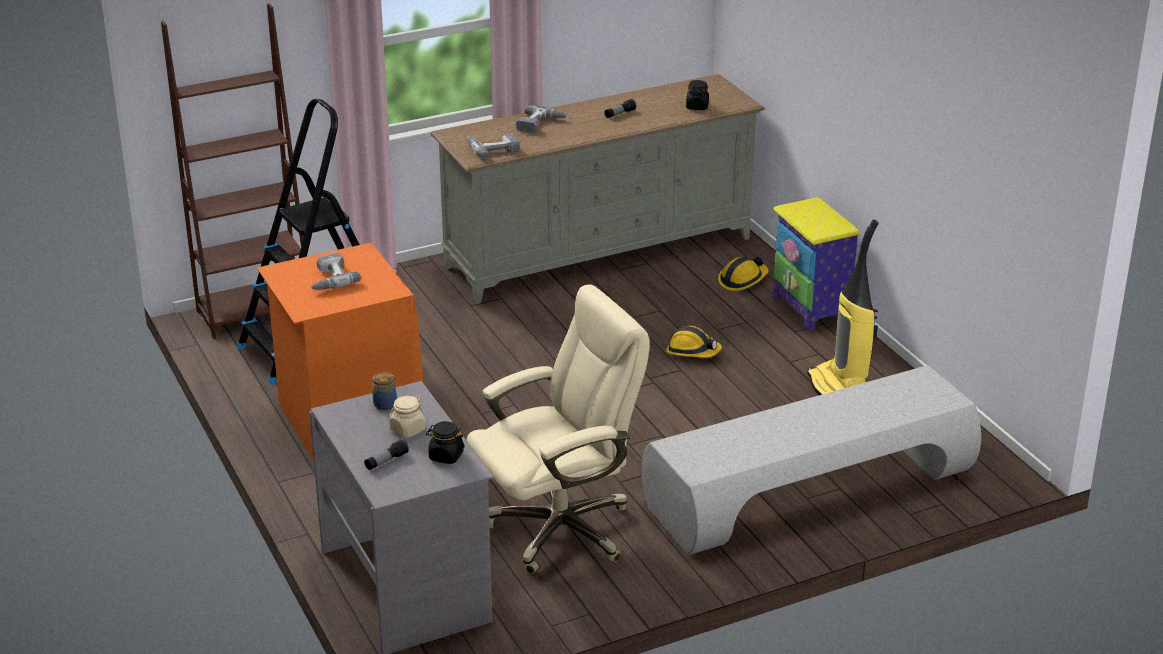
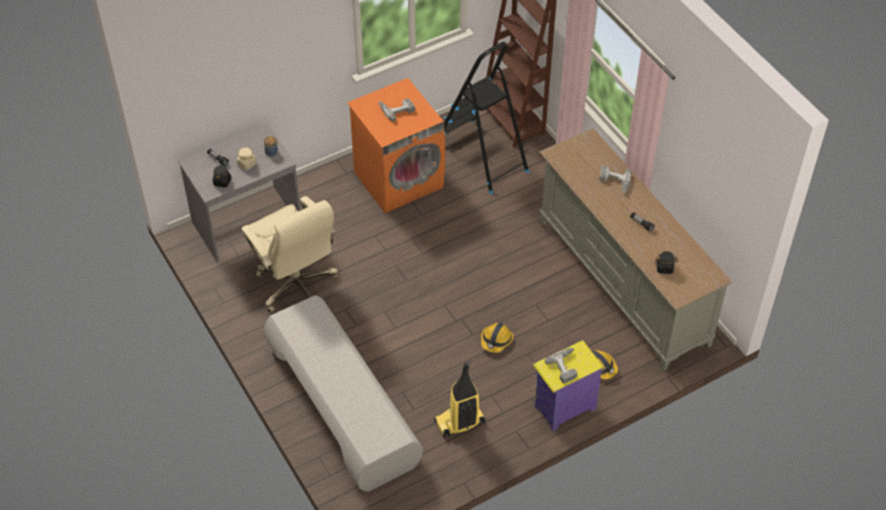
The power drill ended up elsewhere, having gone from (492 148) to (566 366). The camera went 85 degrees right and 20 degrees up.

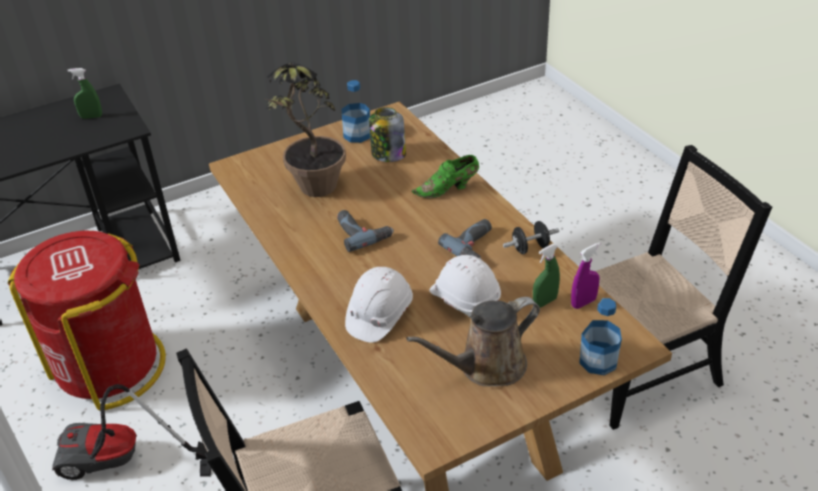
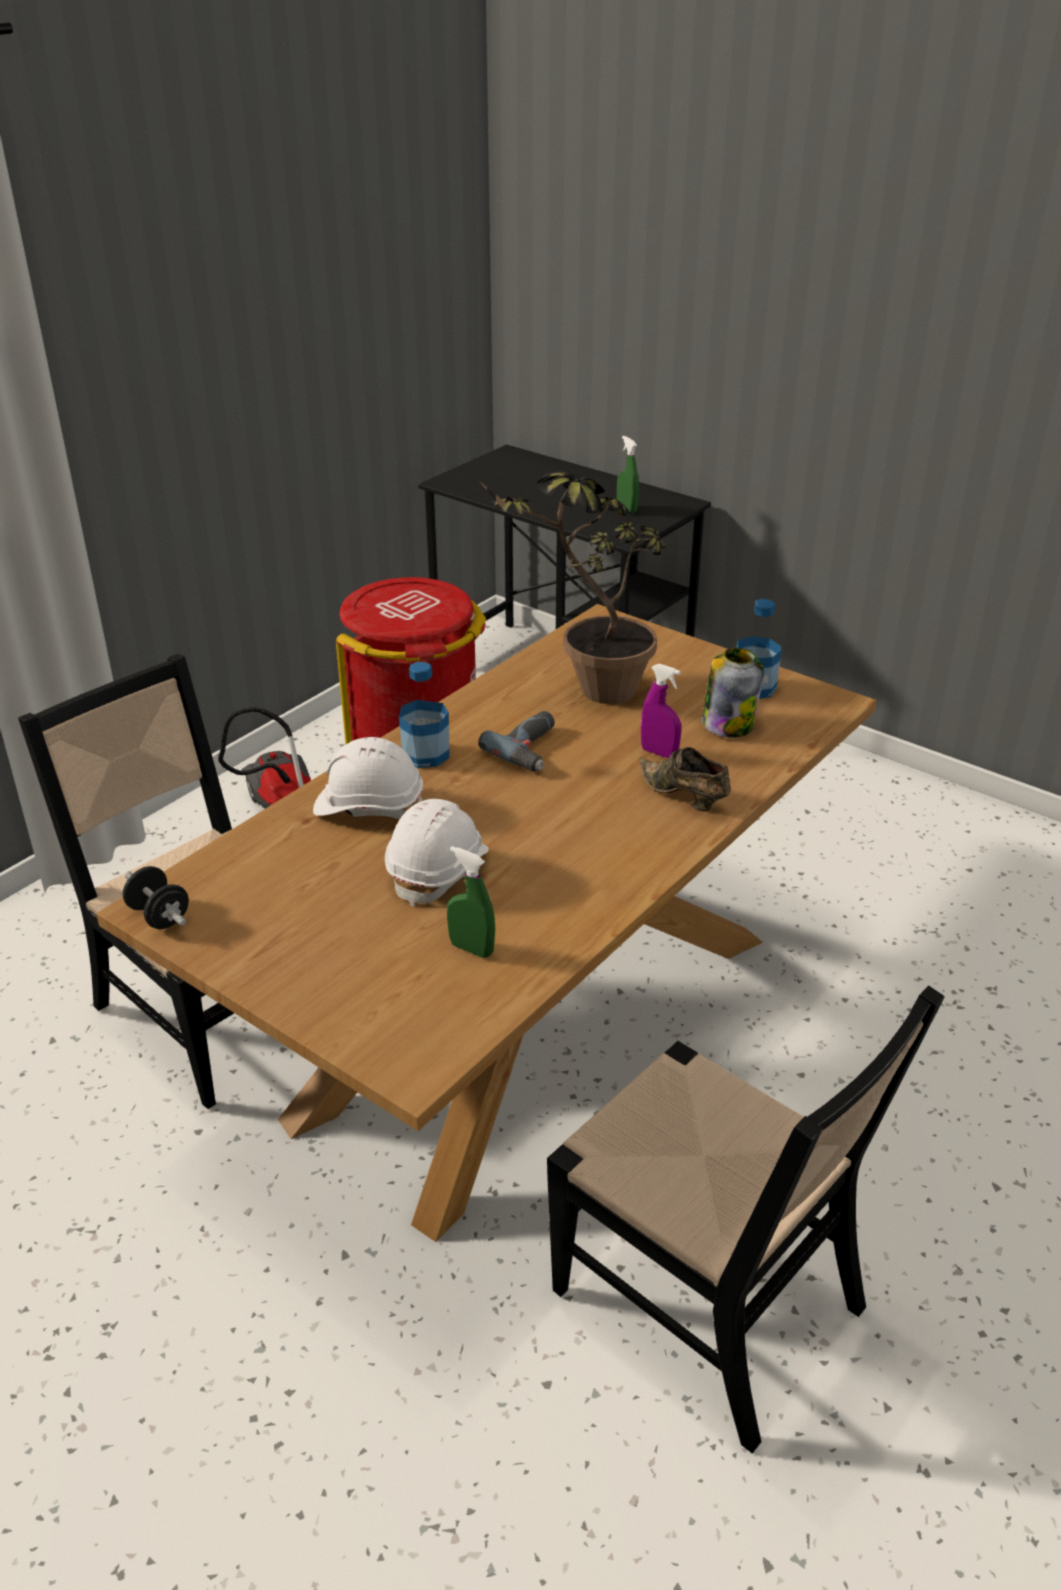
What was the greenish shoe at (448 189) turned into the brown-coloured shoe at (683 797). The second view lost the power drill at (475 247). The blackish free weight ended up elsewhere, having gone from (530 248) to (159 916). The purple sprayer ended up elsewhere, having gone from (583 303) to (659 753). The second view lost the brown-coloured sprinkling can at (486 366). The beverage bottle ended up elsewhere, having gone from (598 360) to (425 754). The camera went 65 degrees right and 5 degrees down.

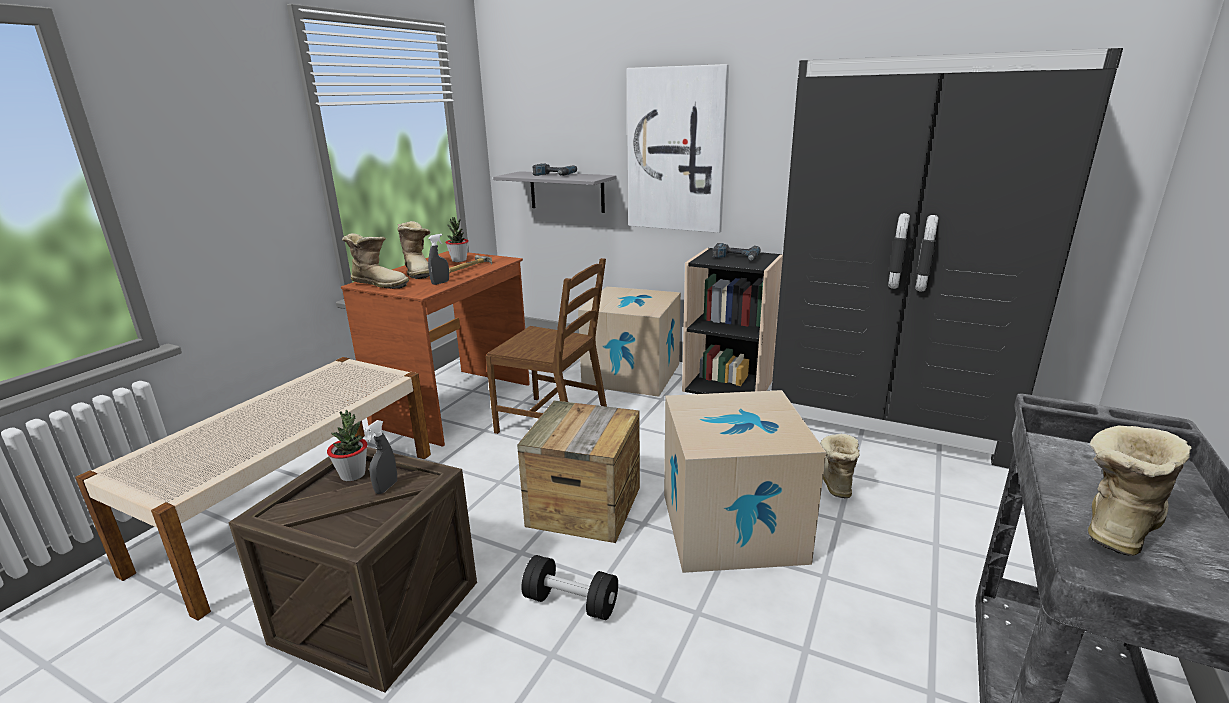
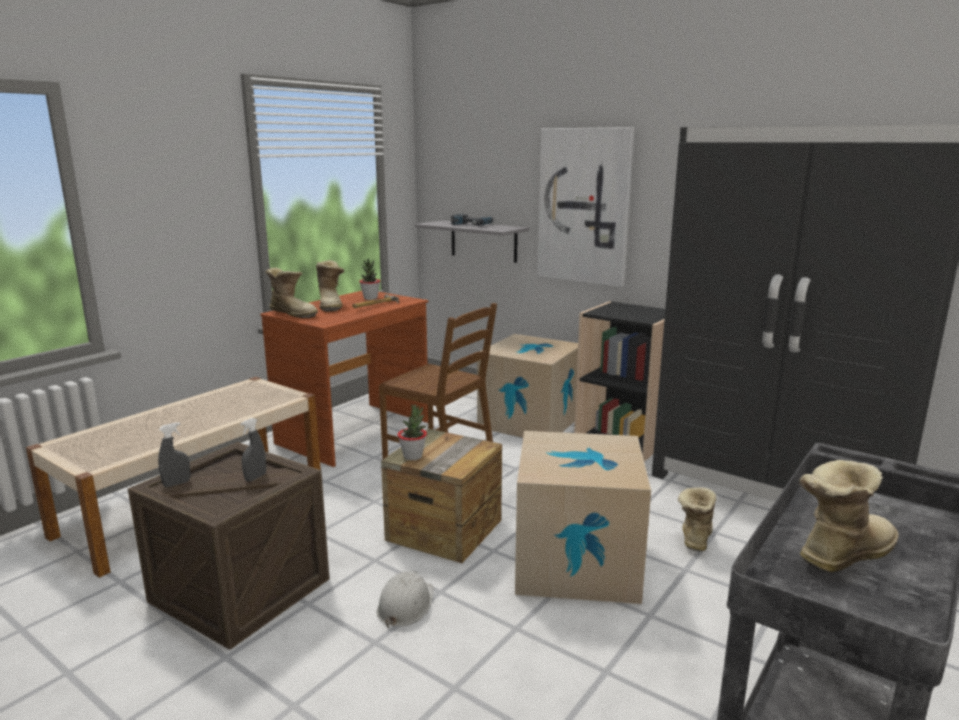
The gray sprayer ended up elsewhere, having gone from (440 283) to (177 483). The second view lost the power drill at (735 258). The potted plant ended up elsewhere, having gone from (353 475) to (413 456). Where the blackish free weight stood at (571 602), the whitish work helmet came to stand at (405 605). The camera went 10 degrees right and 5 degrees down.

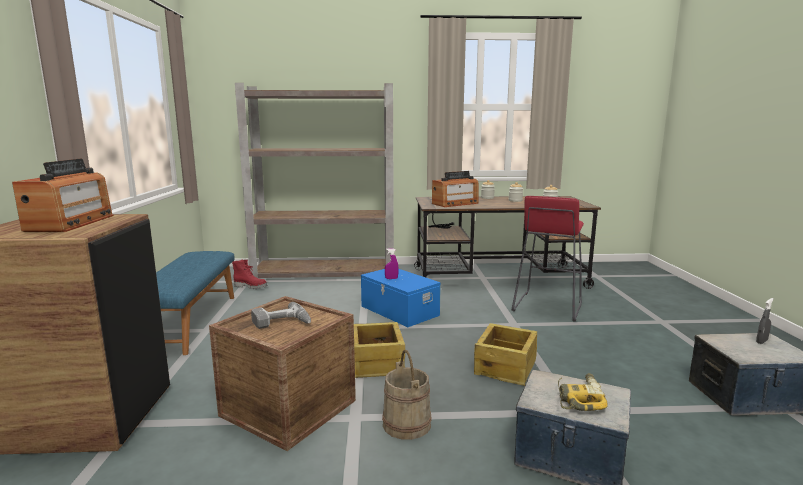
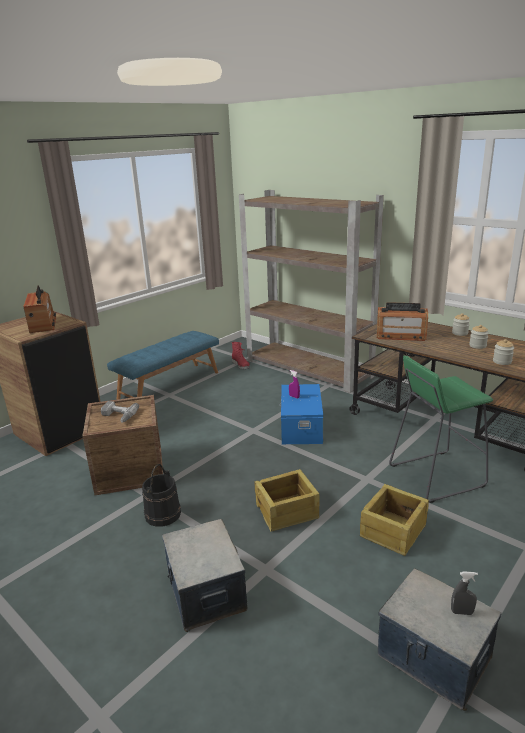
The radio set at (71 223) ended up facing another way, 60 degrees counterclockwise from before. What was the reddish sitting stool at (547 306) turned into the greenish sitting stool at (435 475). The shipping crate ended up elsewhere, having gone from (376 363) to (392 530). What was the beige-coloured bucket at (406 424) turned into the blackish bucket at (162 514). The second view lost the power drill at (578 398). The camera went 45 degrees right and 10 degrees up.

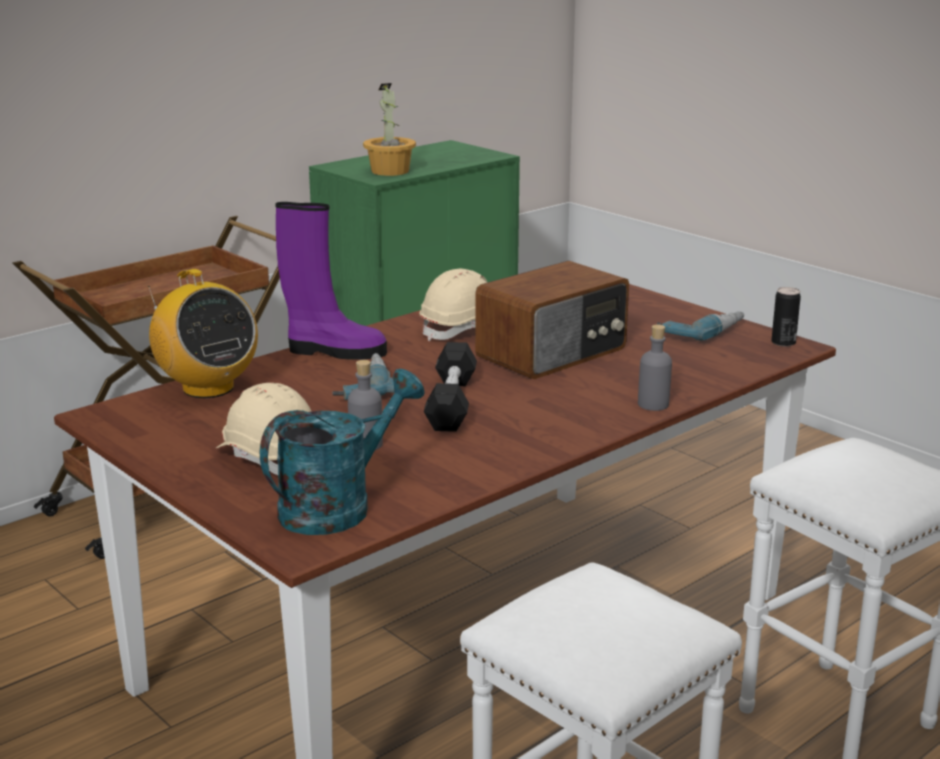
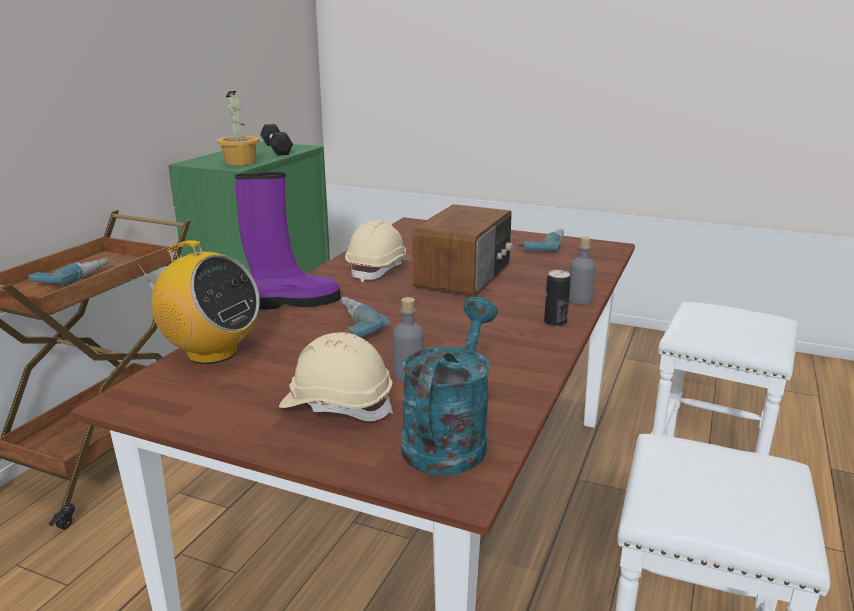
The metal can ended up elsewhere, having gone from (783 342) to (555 322). The blackish free weight ended up elsewhere, having gone from (451 402) to (276 149). The second view gained the power drill at (71 277). The camera went 25 degrees left and 0 degrees up.

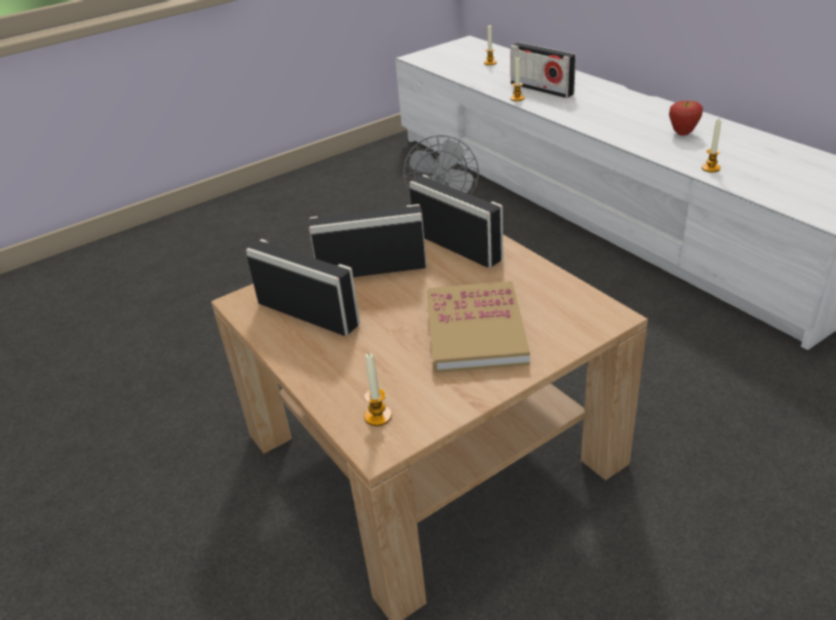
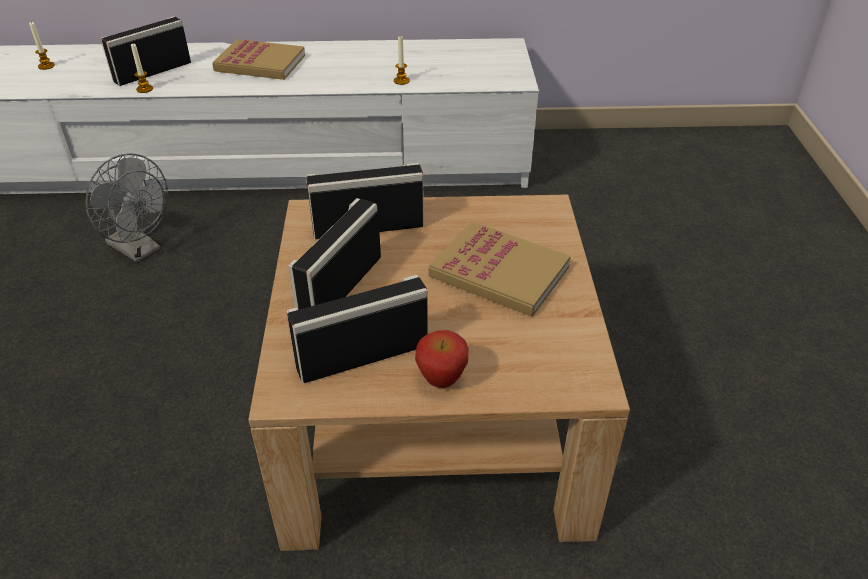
The radio set at (541 89) ended up facing another way, 150 degrees clockwise from before. The apple fruit ended up elsewhere, having gone from (682 133) to (441 380). The second view lost the candle at (378 416). The second view gained the book at (260 63). The camera went 60 degrees left and 5 degrees up.

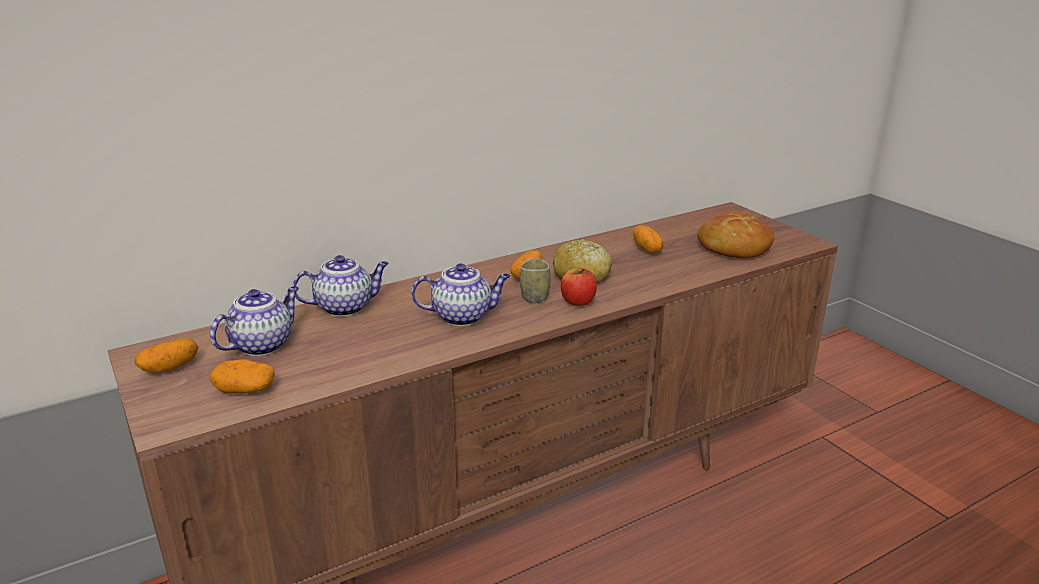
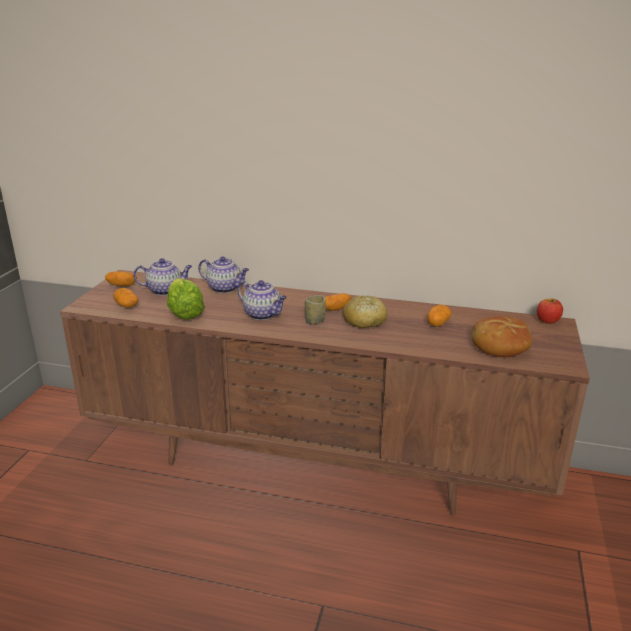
The apple fruit ended up elsewhere, having gone from (578 301) to (547 320). The second view gained the lettuce head at (185 313). The camera went 45 degrees right and 0 degrees up.

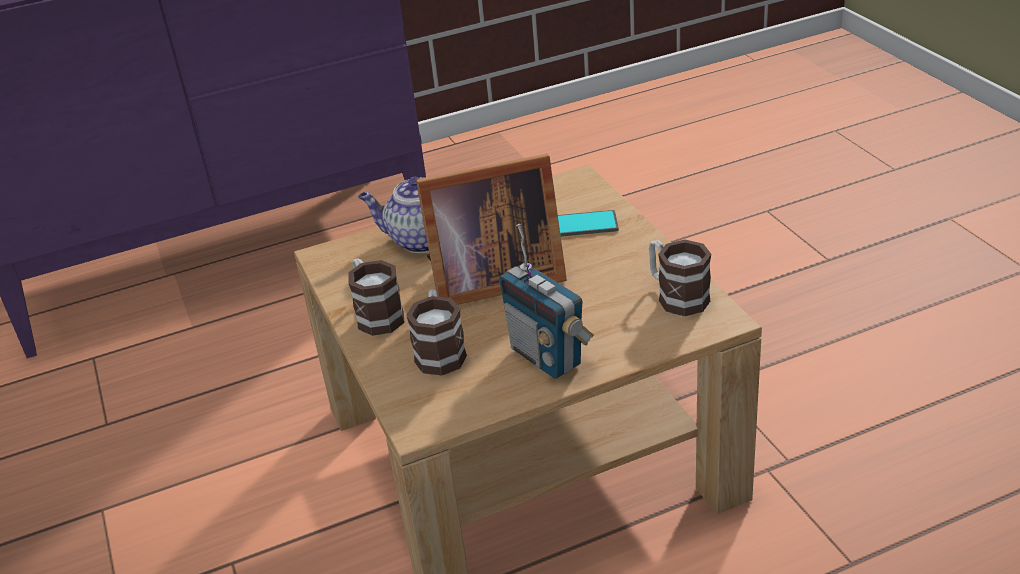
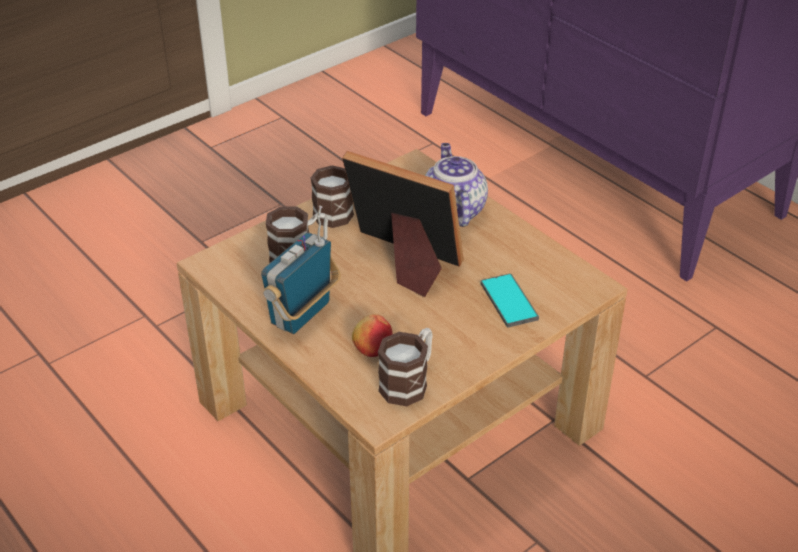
The picture frame at (490 280) ended up facing another way, 150 degrees clockwise from before. The second view gained the apple fruit at (372 348). The camera went 70 degrees right and 5 degrees up.

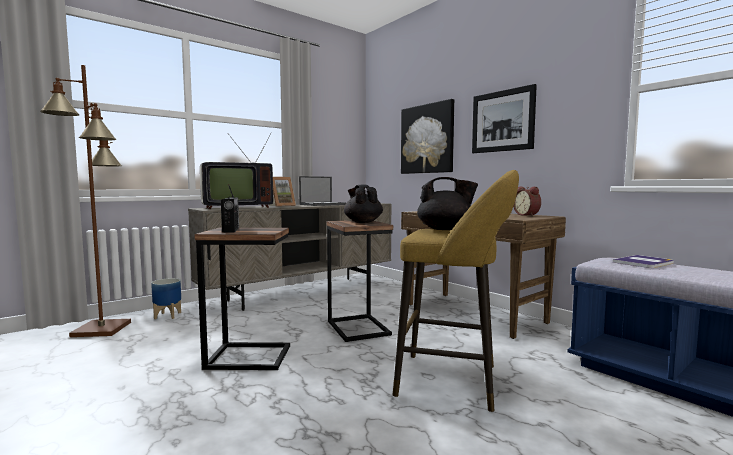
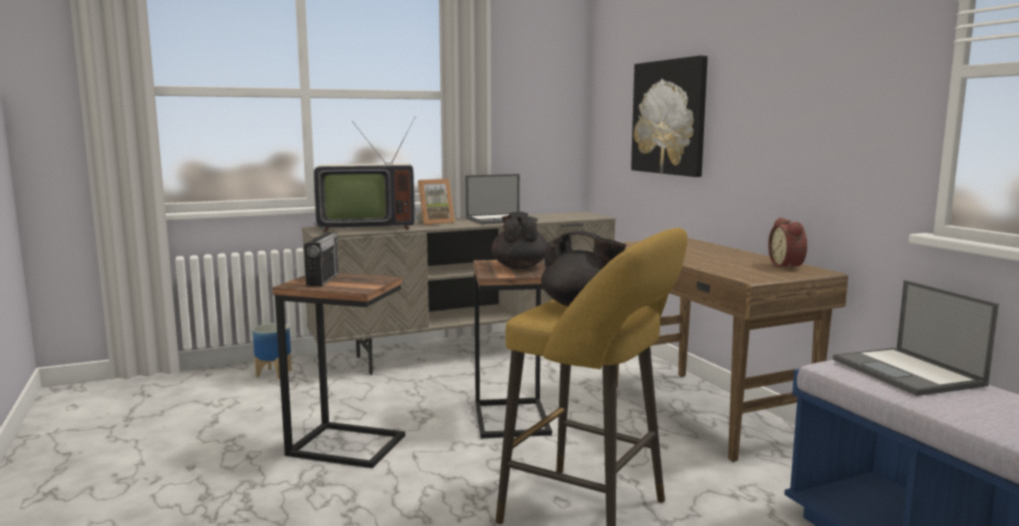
The second view lost the brown-coloured standing lamp at (101 329). The second view lost the picture at (502 121). Where the book stood at (643 262), the portable computer came to stand at (908 373). The camera went 15 degrees right and 5 degrees up.

